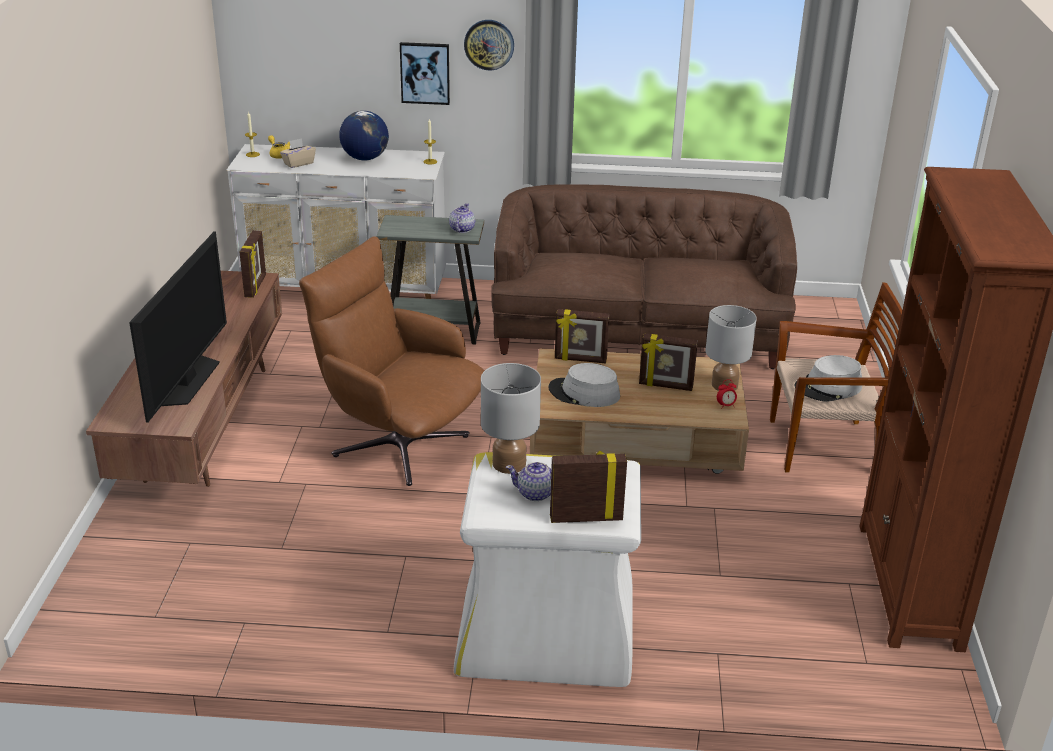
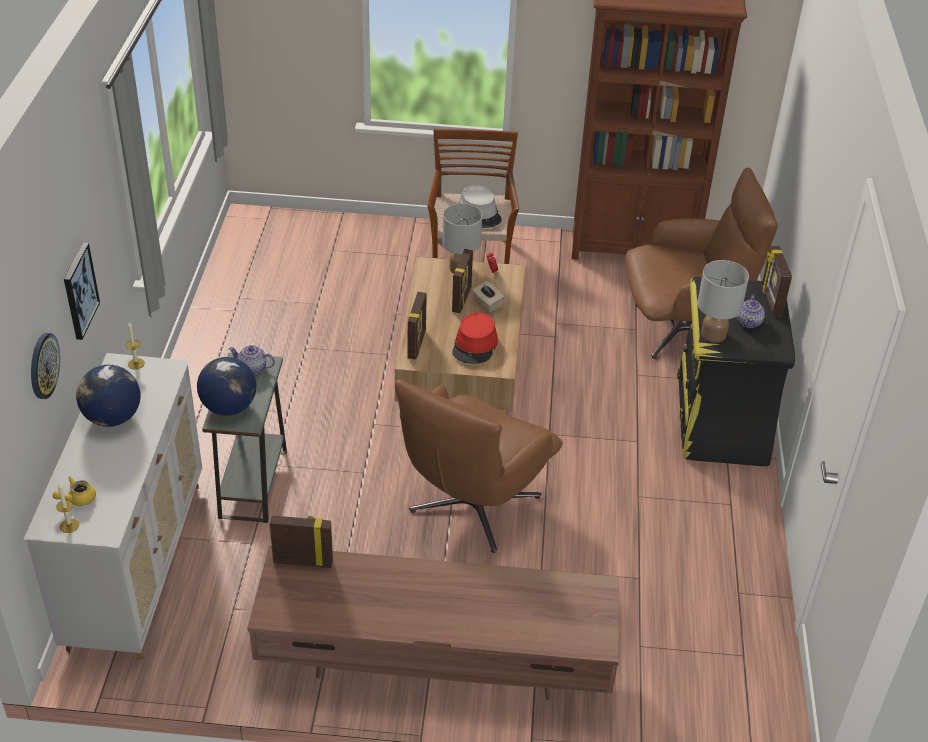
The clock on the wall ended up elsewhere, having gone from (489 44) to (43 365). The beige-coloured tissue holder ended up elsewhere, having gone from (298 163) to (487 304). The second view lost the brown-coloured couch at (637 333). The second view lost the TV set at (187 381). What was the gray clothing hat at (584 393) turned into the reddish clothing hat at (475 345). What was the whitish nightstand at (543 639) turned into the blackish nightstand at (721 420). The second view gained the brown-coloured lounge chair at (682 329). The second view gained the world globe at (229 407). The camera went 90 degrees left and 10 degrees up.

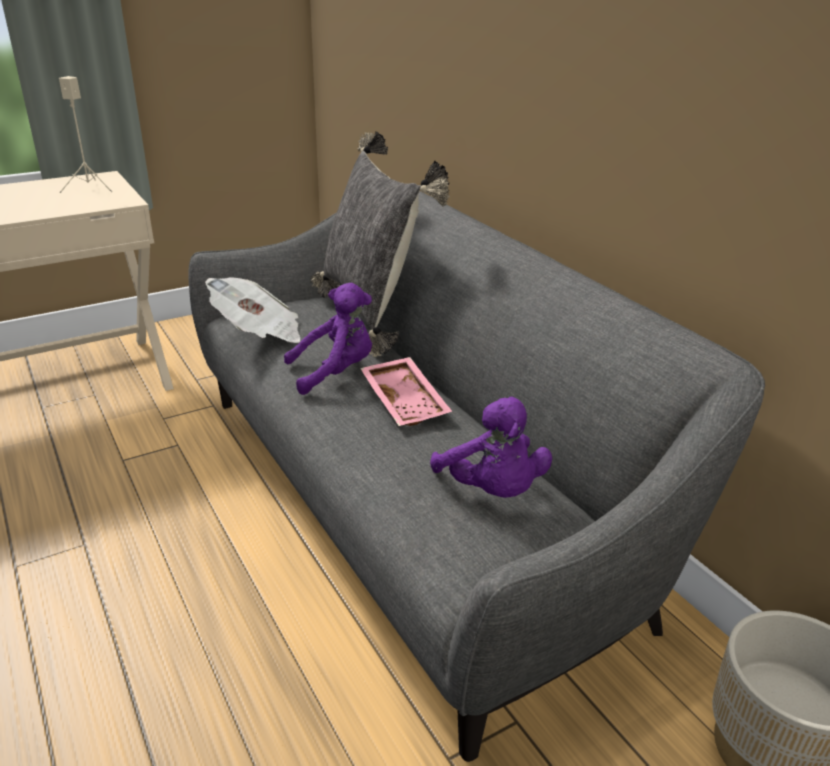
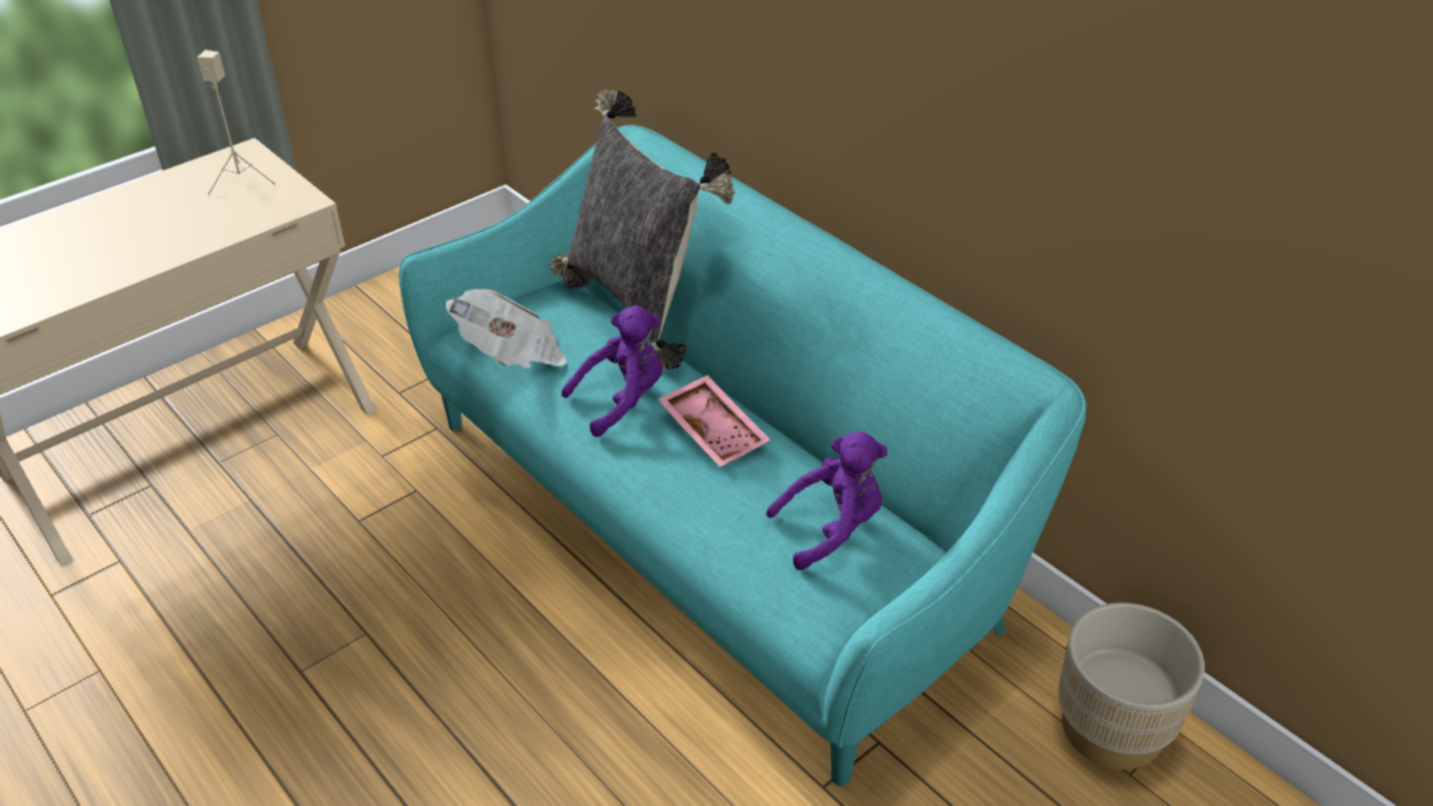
What was the gray couch at (412 500) turned into the turquoise-coloured couch at (716 521). The purple cuddly toy at (491 490) ended up facing another way, 75 degrees counterclockwise from before. The camera went 10 degrees left and 10 degrees up.

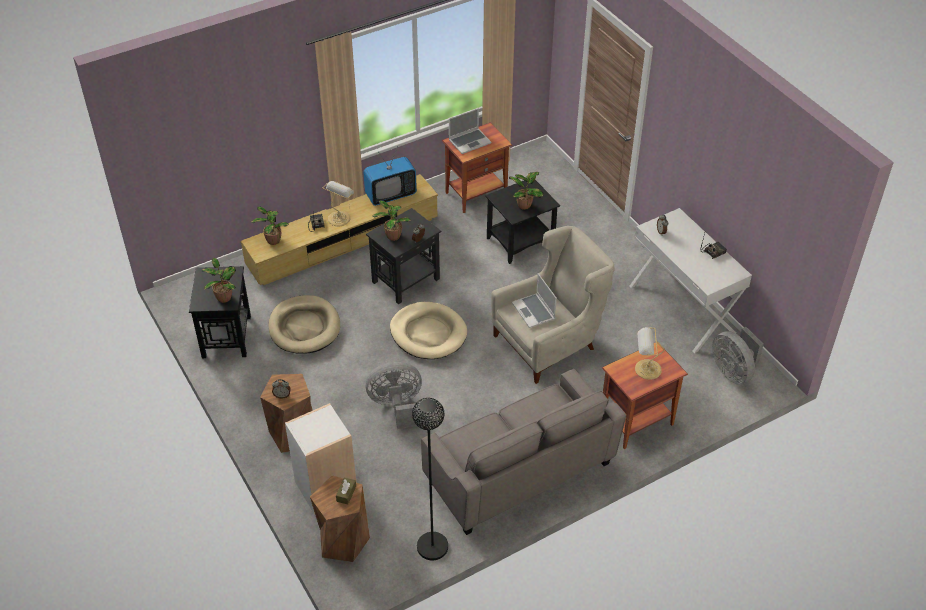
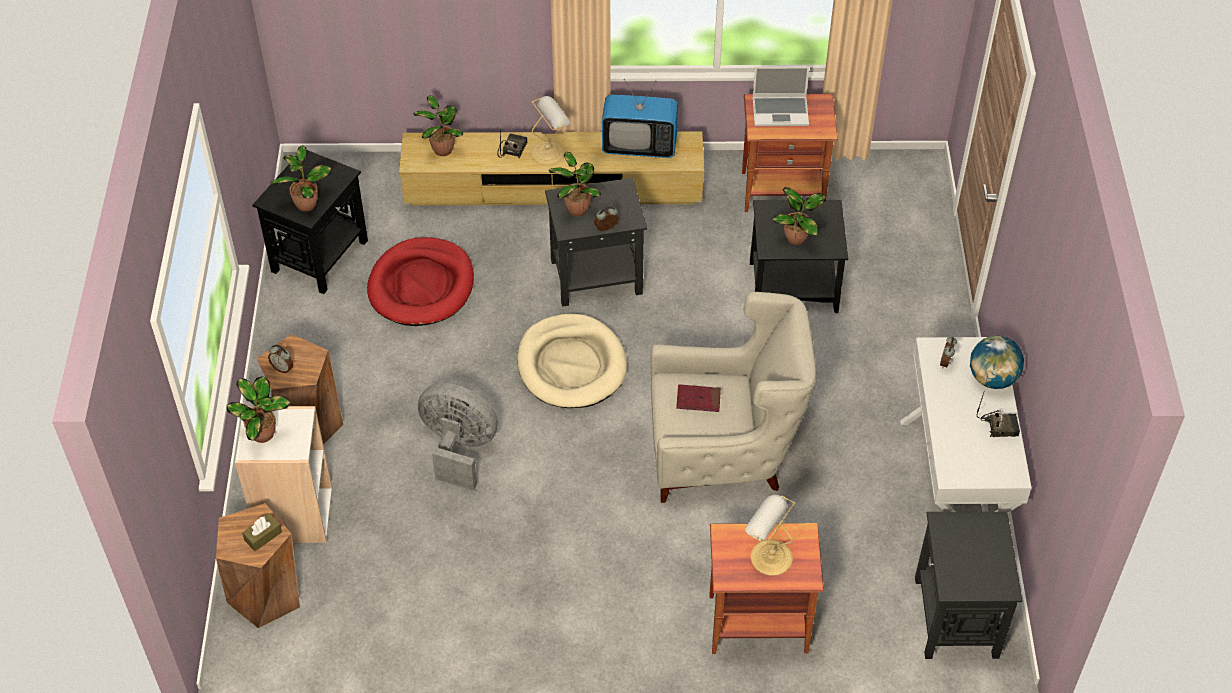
Where the portable computer stood at (534 311), the reddish book came to stand at (698 400). What was the beige-coloured dog bed at (304 327) turned into the reddish dog bed at (421 286). Where the gray fan stood at (733 371), the blackish accent table came to stand at (956 618). The second view lost the gray couch at (519 473). The second view lost the blackish standing lamp at (432 547). The second view gained the world globe at (992 378). The second view gained the potted plant at (264 434). The camera went 30 degrees right and 5 degrees up.

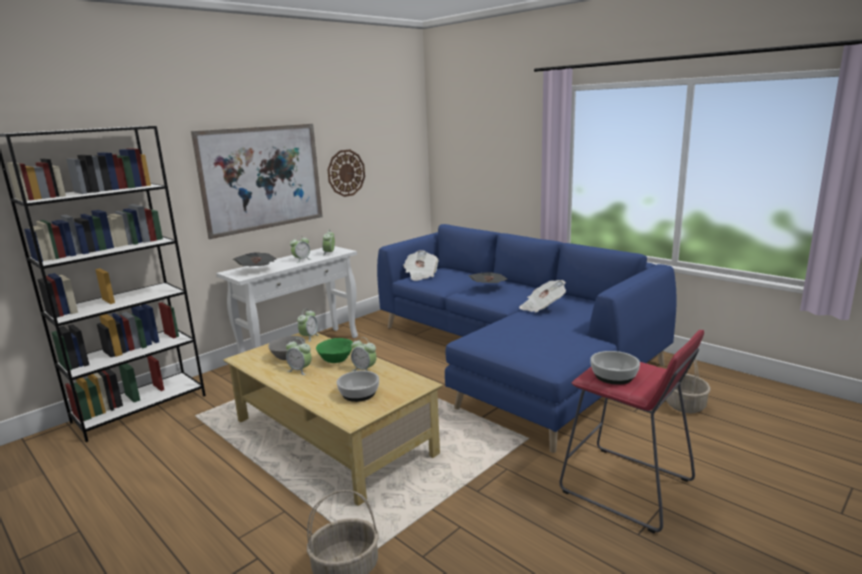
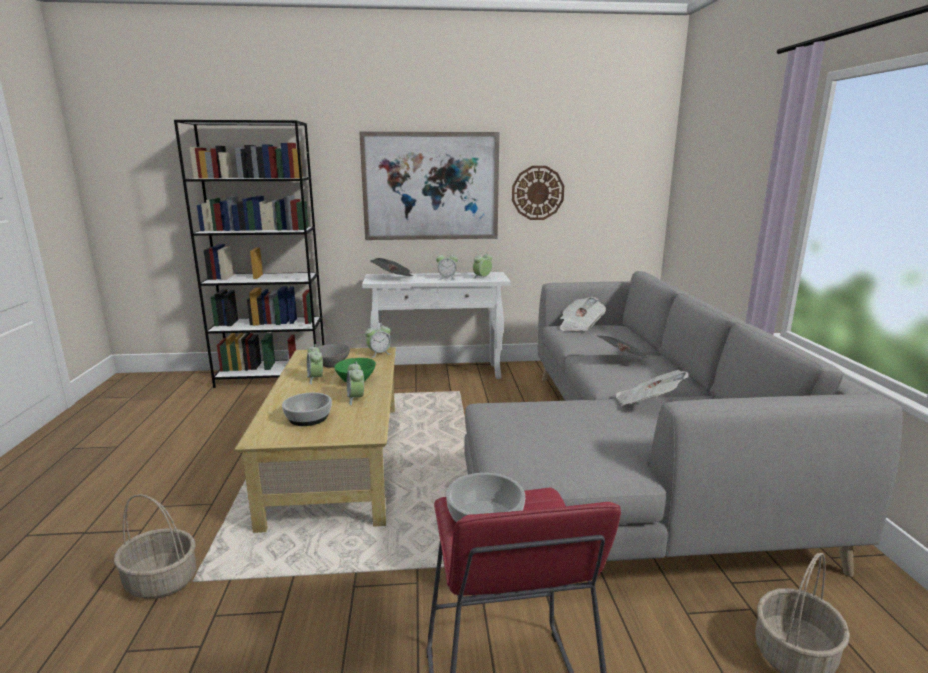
What was the blue-coloured couch at (513 356) turned into the gray couch at (631 461). The camera went 40 degrees right and 0 degrees up.

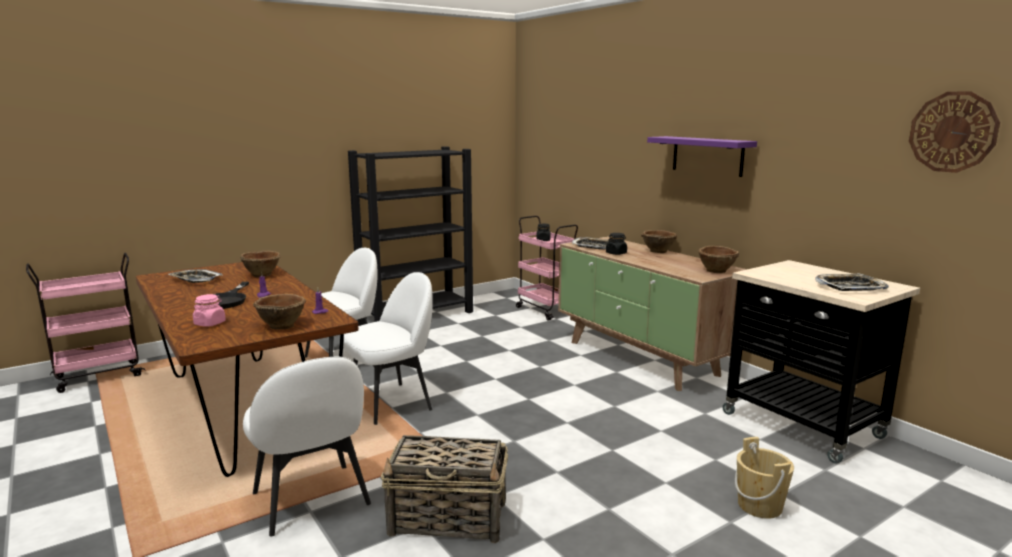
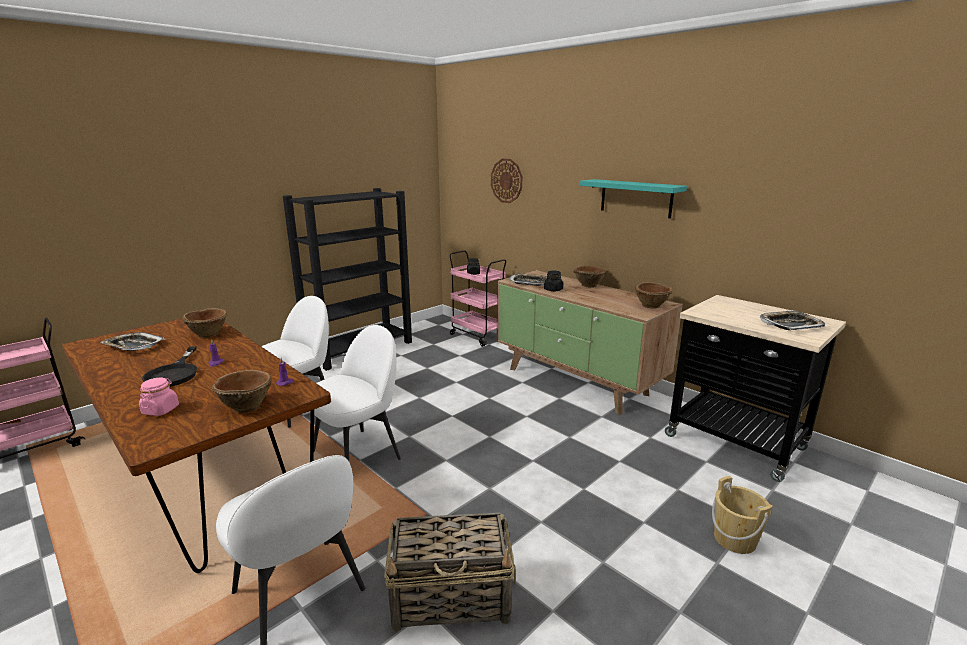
The clock on the wall ended up elsewhere, having gone from (952 132) to (506 181). What was the purple shelf at (707 155) turned into the turquoise-coloured shelf at (636 198). The camera went 10 degrees left and 5 degrees up.

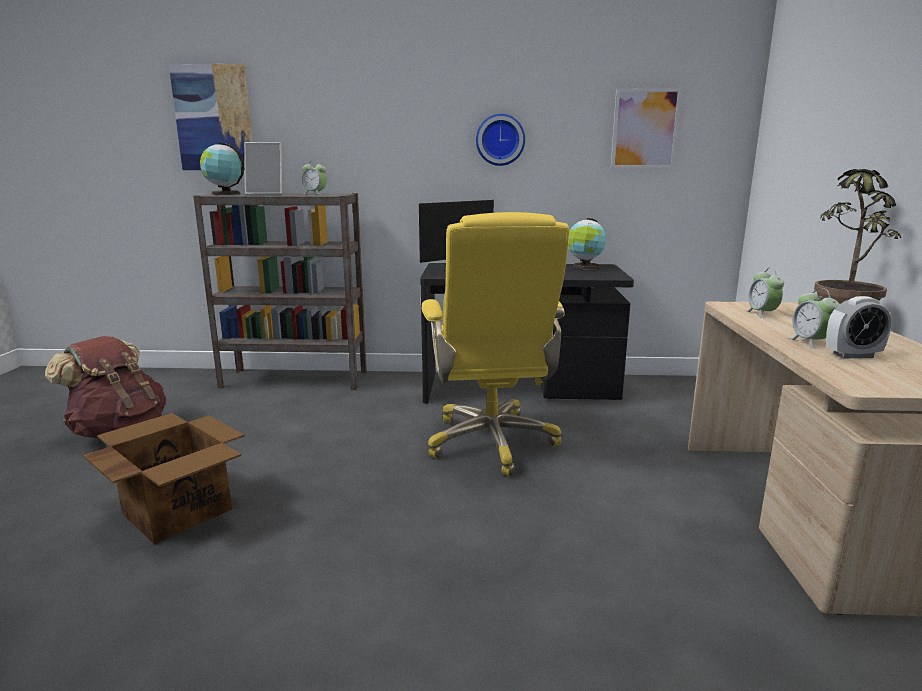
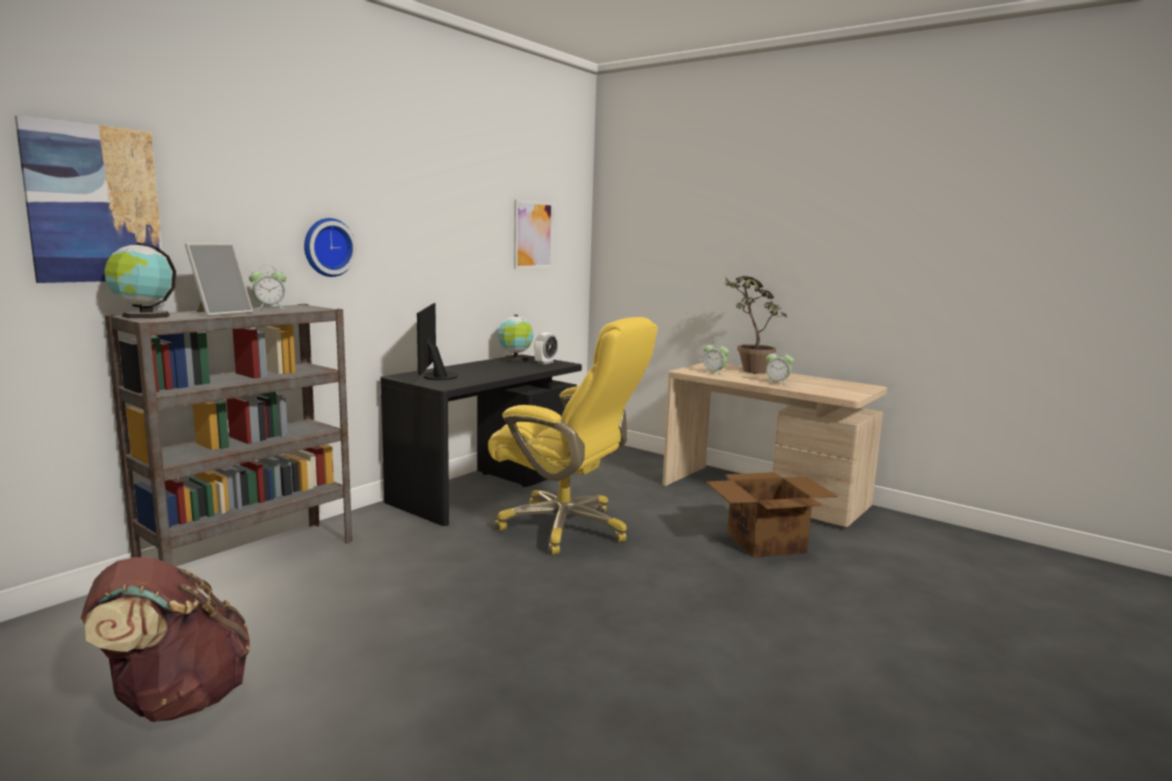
The clock on the wall ended up elsewhere, having gone from (500 140) to (327 247). The table clock ended up elsewhere, having gone from (853 355) to (545 363). The packing box ended up elsewhere, having gone from (177 510) to (764 542). The camera went 55 degrees left and 5 degrees down.

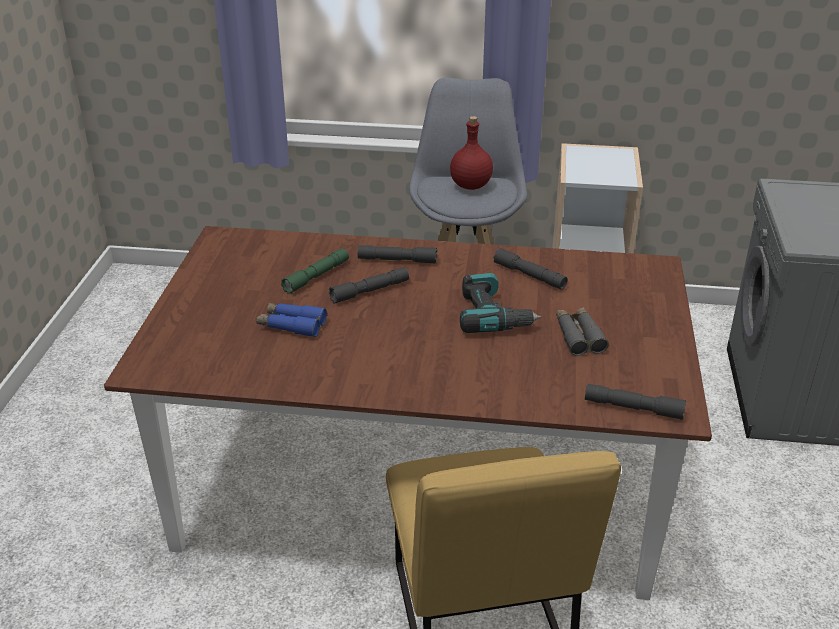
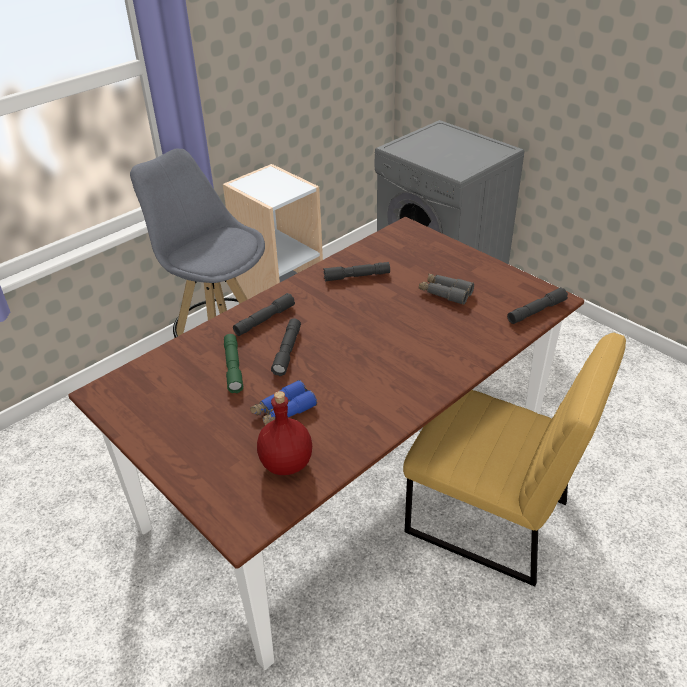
The reddish beverage bottle ended up elsewhere, having gone from (471 186) to (287 464). The second view lost the power drill at (493 315). The camera went 50 degrees left and 5 degrees up.

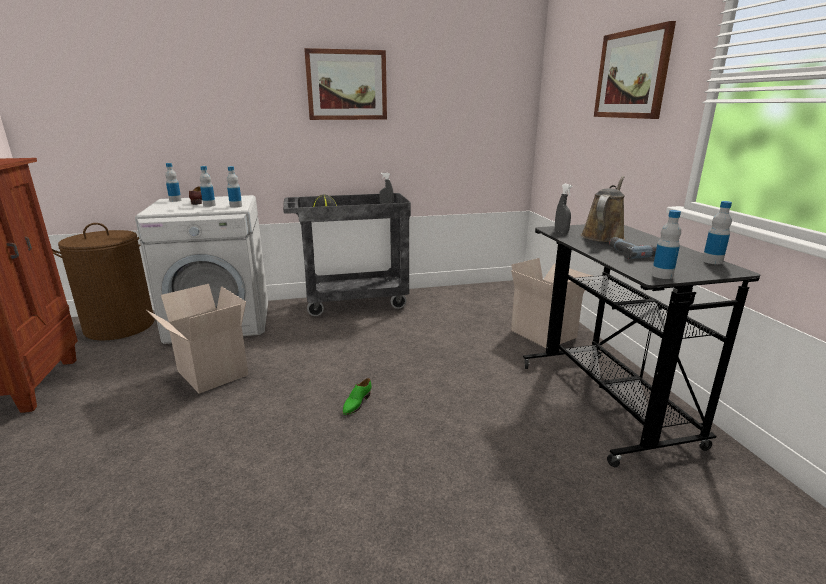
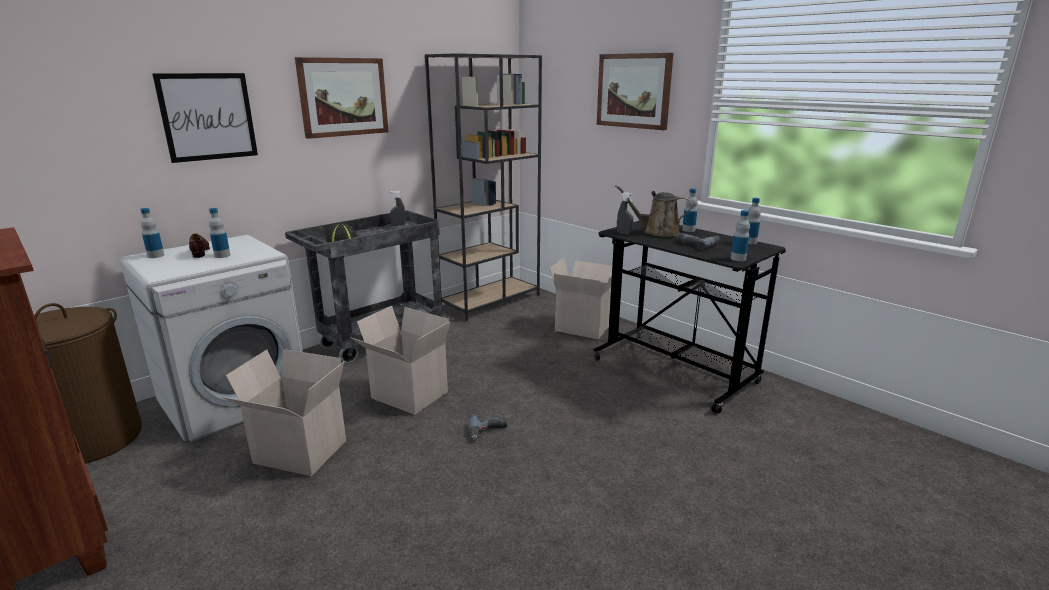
The beverage bottle ended up elsewhere, having gone from (236 206) to (688 230). The brown-coloured sprinkling can at (603 236) ended up facing another way, 75 degrees counterclockwise from before. Where the greenish shoe stood at (356 403), the power drill came to stand at (488 431). The second view gained the bookshelf at (490 301). The second view gained the picture at (208 117). The second view gained the packing box at (407 395). The camera went 30 degrees left and 0 degrees up.

